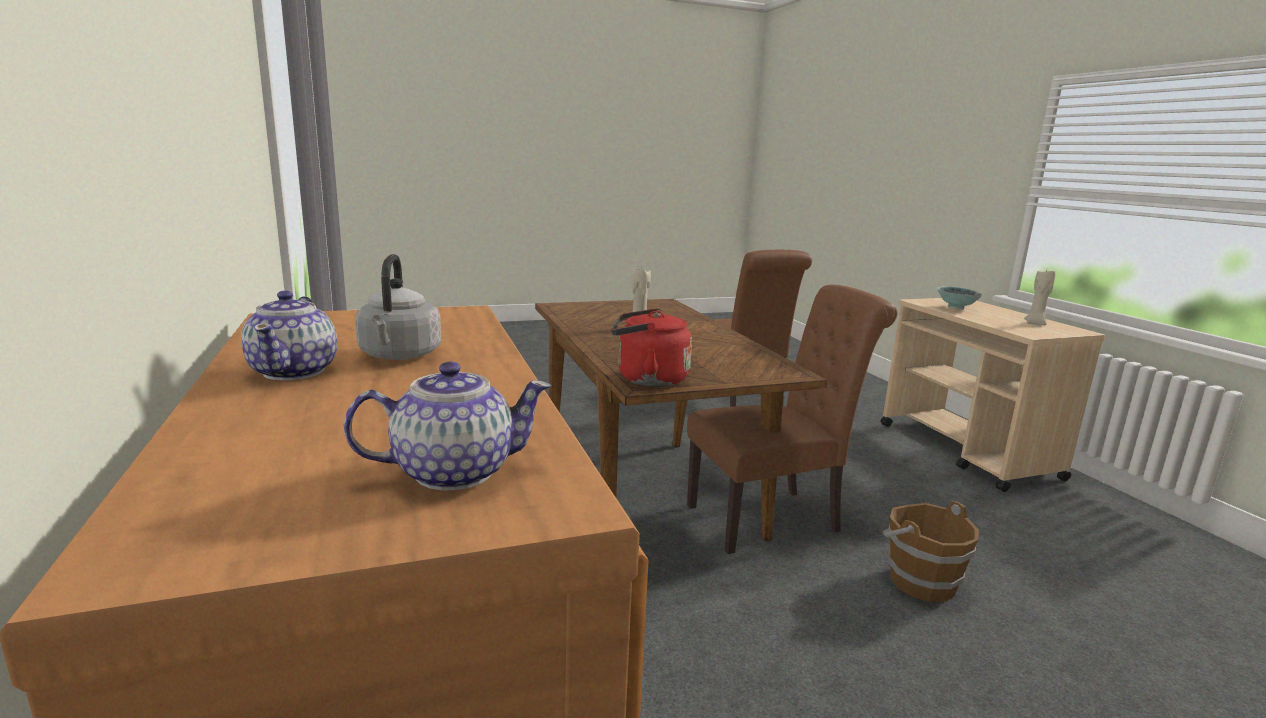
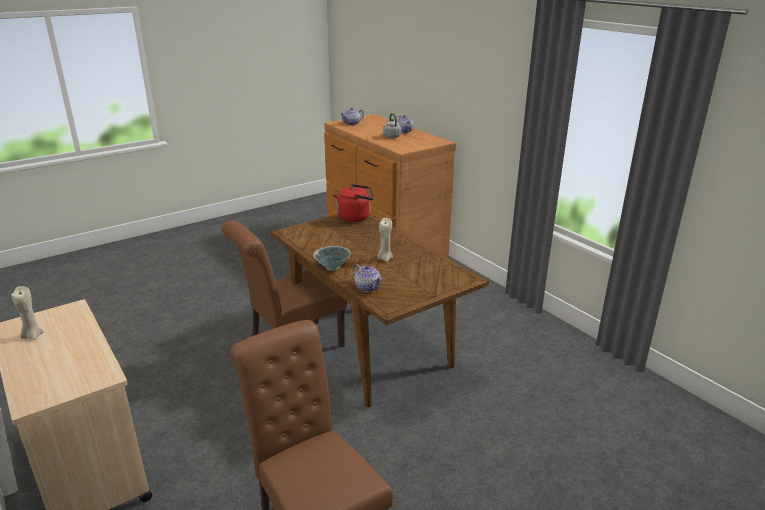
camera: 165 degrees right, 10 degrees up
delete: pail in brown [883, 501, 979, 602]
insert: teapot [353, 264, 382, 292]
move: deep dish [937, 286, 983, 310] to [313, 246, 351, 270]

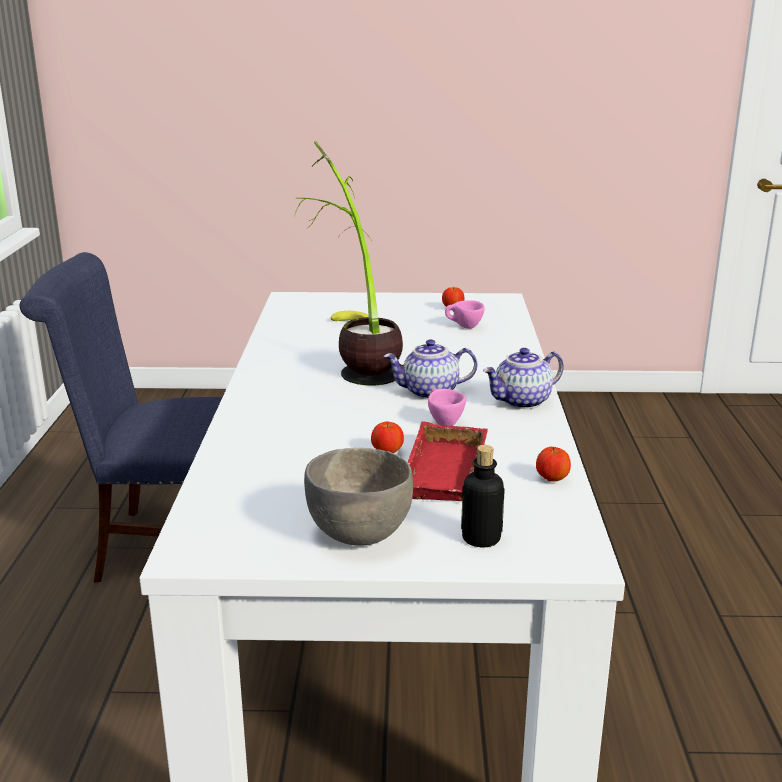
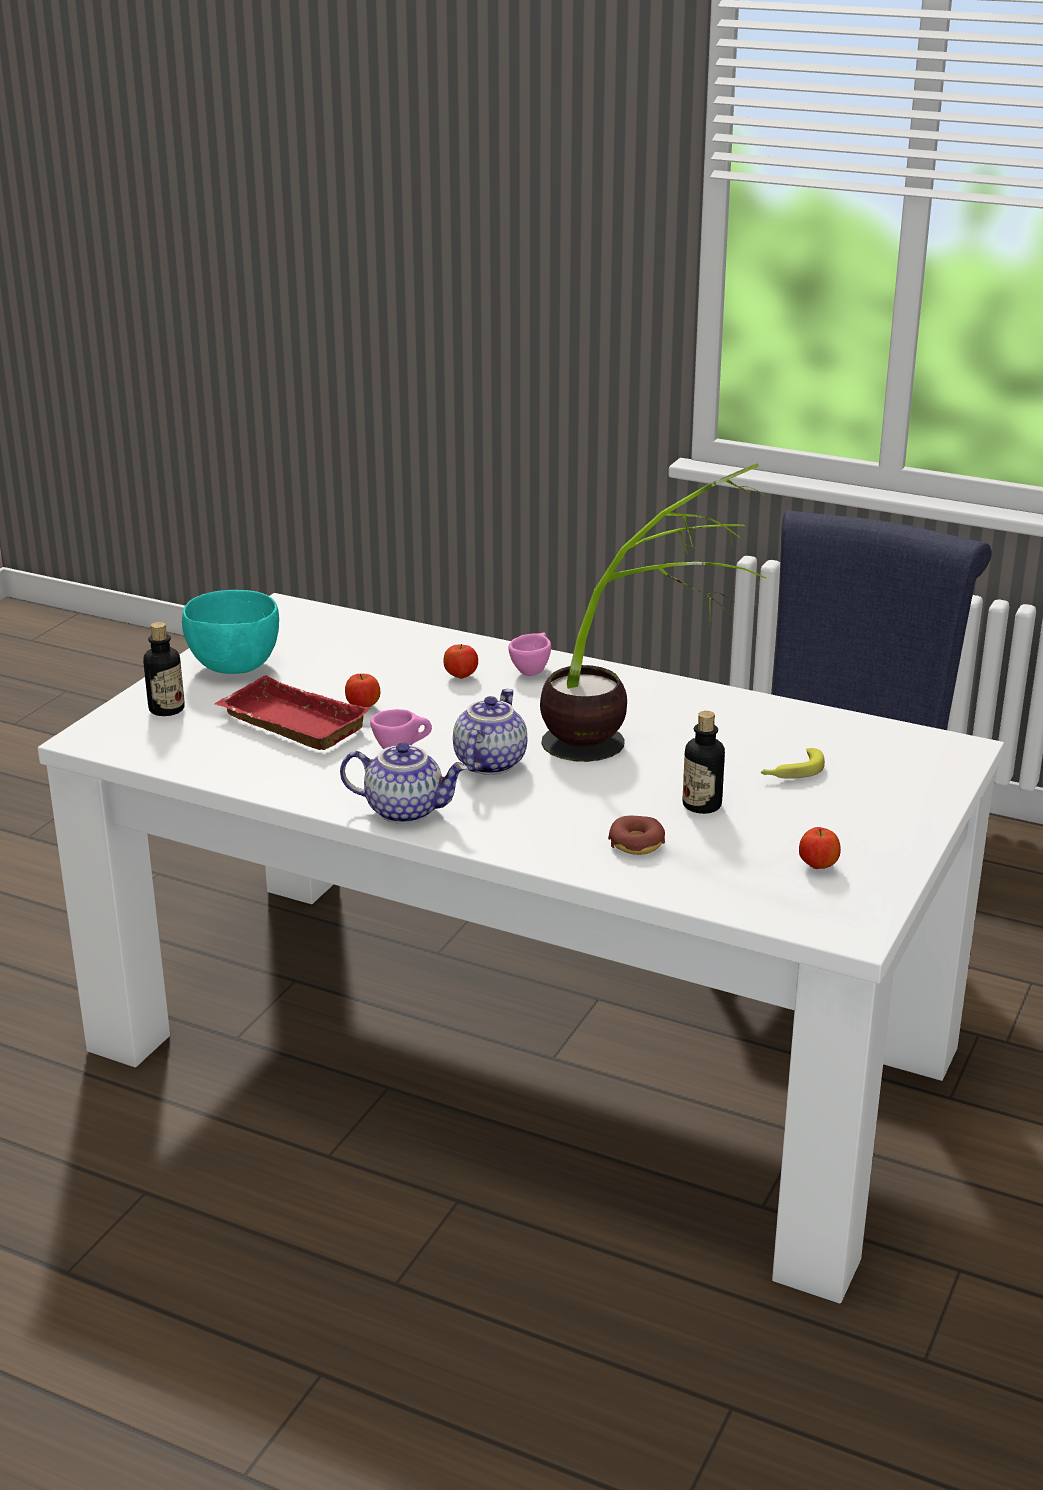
camera: 115 degrees right, 5 degrees up
insert: donut [608, 816, 665, 855]; beverage bottle [683, 711, 725, 814]
move: drinking cup in pink-coloured [445, 300, 485, 329] to [509, 633, 551, 676]; apple fruit [536, 447, 571, 482] to [443, 644, 478, 679]
recolor: deep dish in grey [304, 448, 413, 546] to deep dish in blue-green [182, 590, 279, 674]
rotate: teapot [483, 348, 564, 409] = [340, 742, 468, 824] 105 degrees clockwise

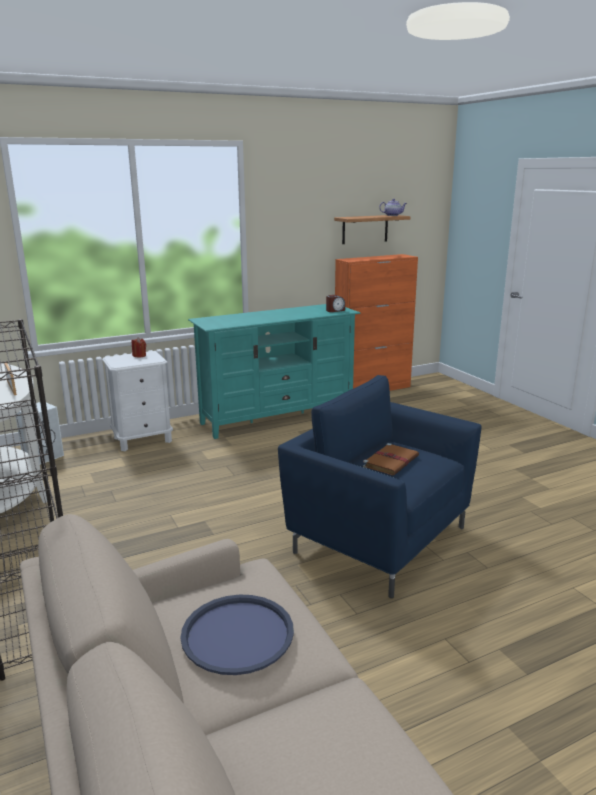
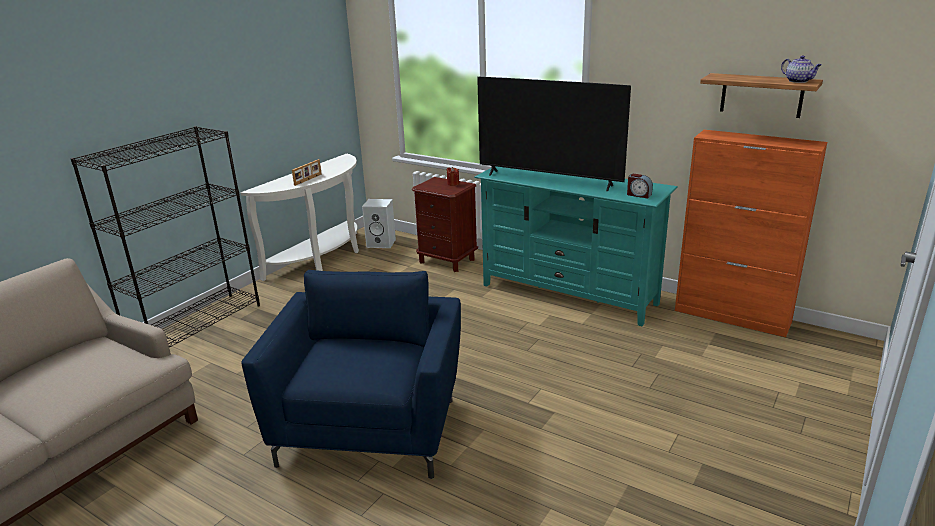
camera: 60 degrees right, 5 degrees up
delete: serving tray in blue-coloured [180, 595, 294, 675]; book in brown [363, 443, 419, 475]
insert: TV [477, 77, 631, 191]
recolor: night table in white-coloured [102, 351, 173, 451] to night table in brown [412, 177, 478, 272]

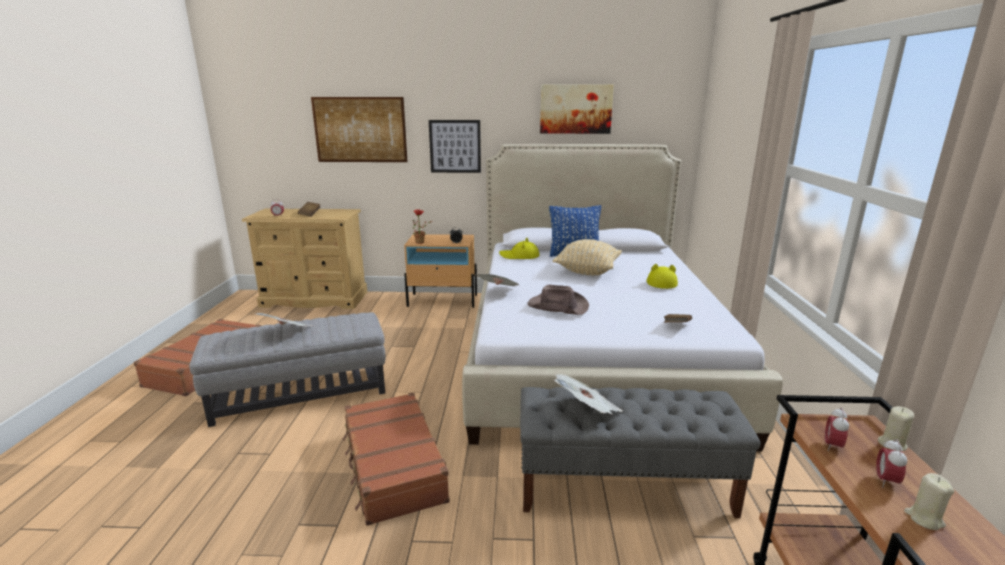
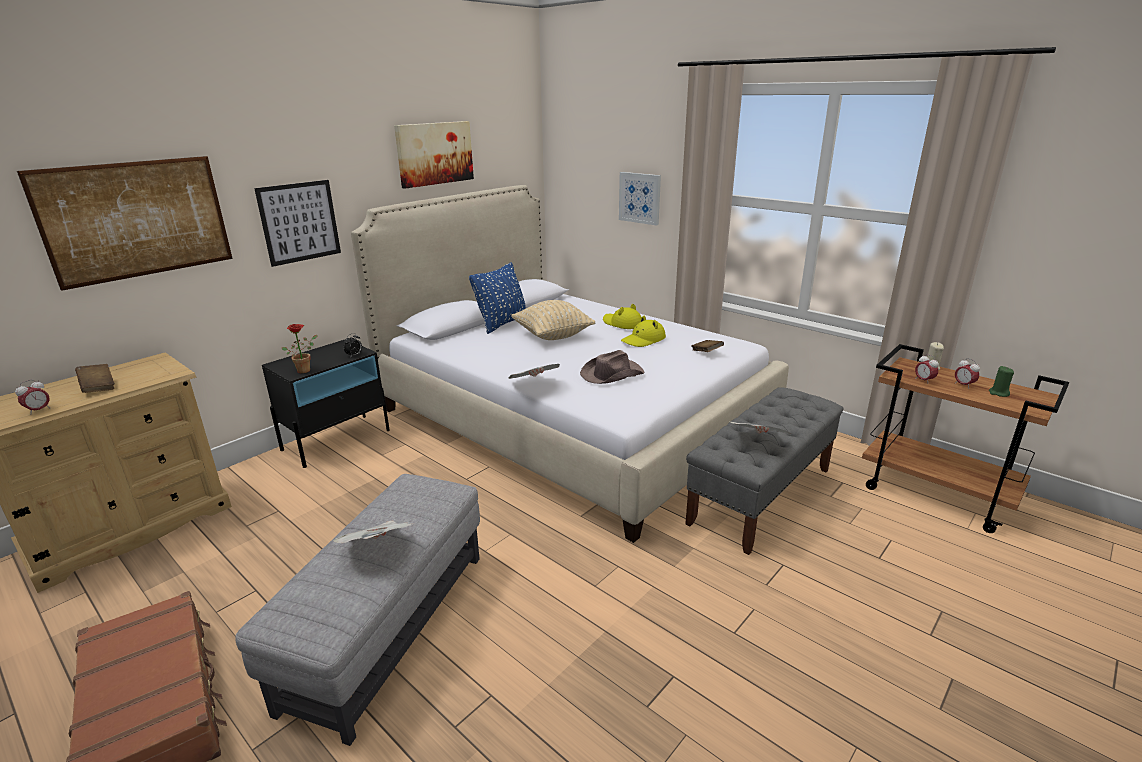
camera: 50 degrees left, 5 degrees up
delete: travel case in brown [343, 393, 450, 526]
insert: wall picture [619, 172, 661, 226]
move: clothing hat in yellowish [499, 238, 539, 259] to [621, 316, 666, 347]
recolor: night table in beige [404, 234, 477, 308] to night table in black [262, 340, 390, 468]; wax candle in beige [904, 473, 954, 530] to wax candle in green-coloured [989, 366, 1014, 397]

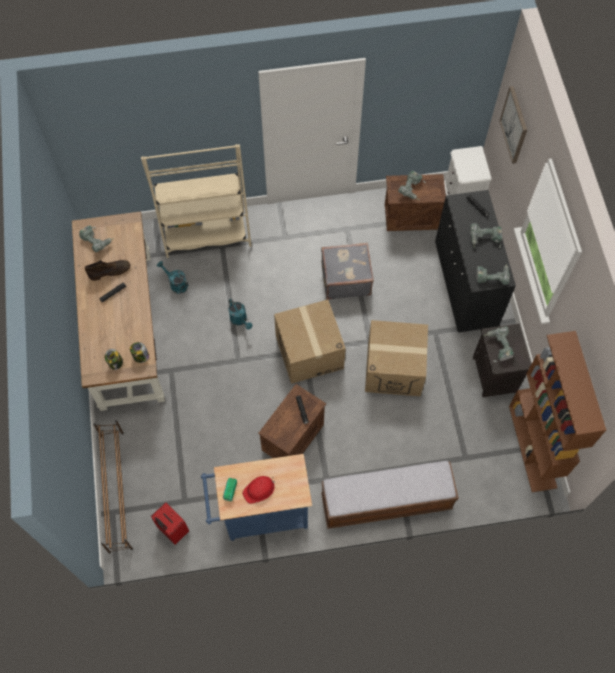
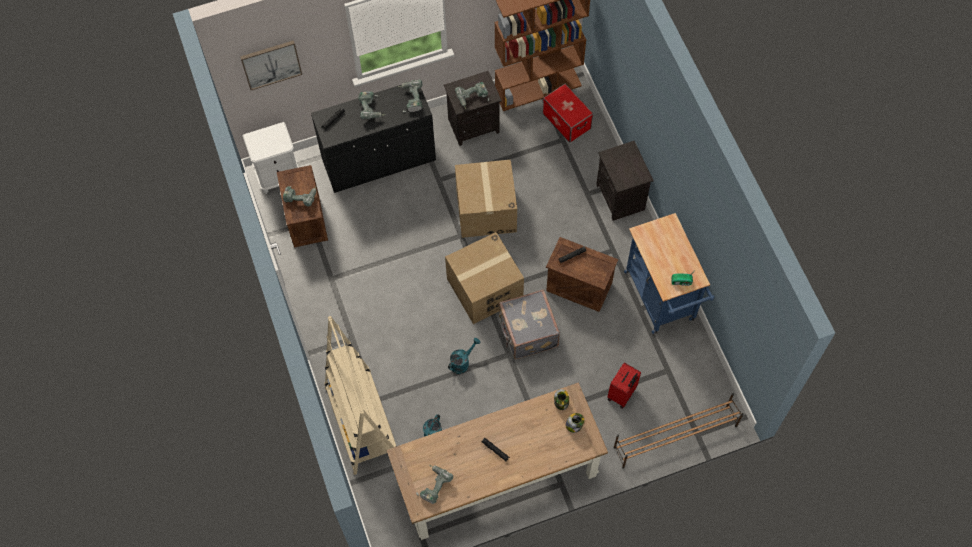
camera: 100 degrees left, 0 degrees up
delete: high-top boot in brown [84, 260, 130, 281]; work helmet in red-coloured [242, 476, 275, 504]
insert: storage bin [543, 84, 593, 143]
move: travel case in red-coloured [151, 502, 189, 545] to [608, 362, 641, 409]; travel case in grey [321, 243, 374, 300] to [499, 289, 560, 359]
replace: bench [321, 461, 459, 529] to night table in black [596, 141, 654, 221]

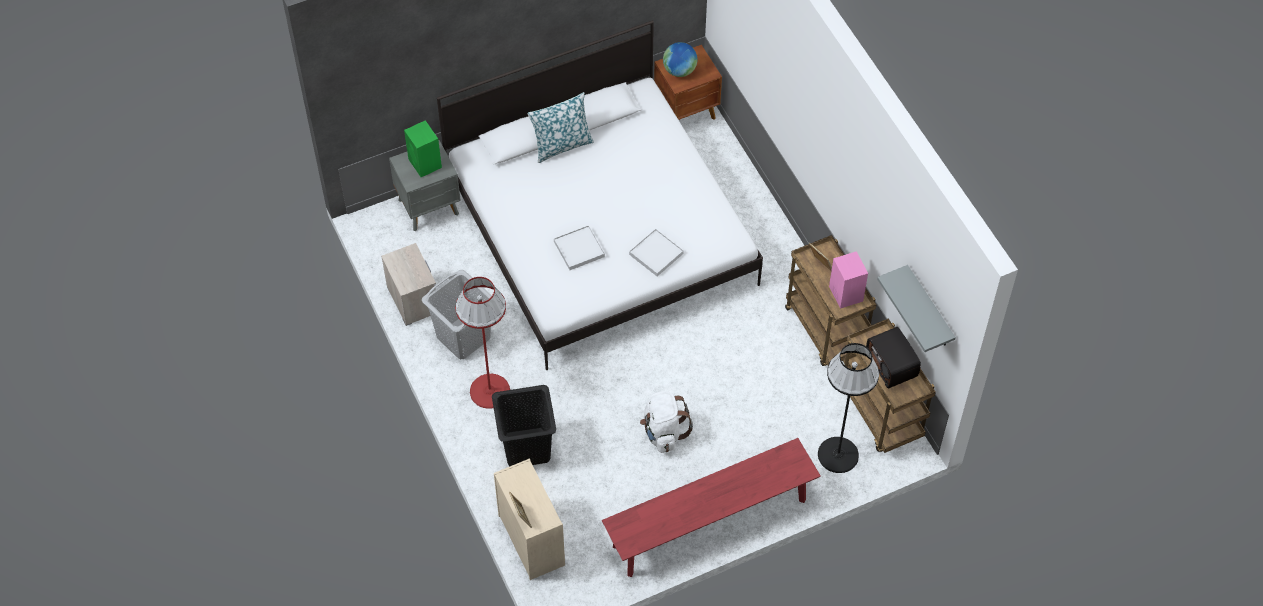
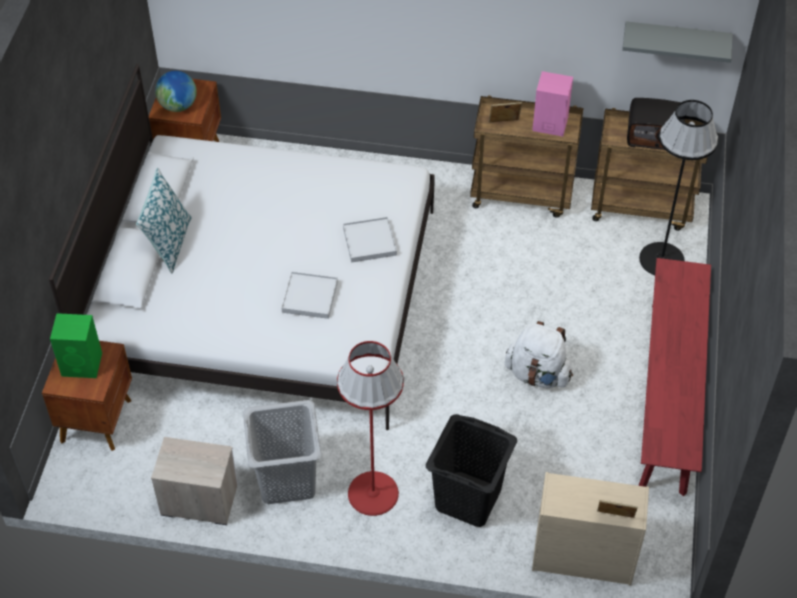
camera: 55 degrees left, 5 degrees down
recolor: night table in grey [389, 140, 461, 231] to night table in brown [42, 341, 132, 451]

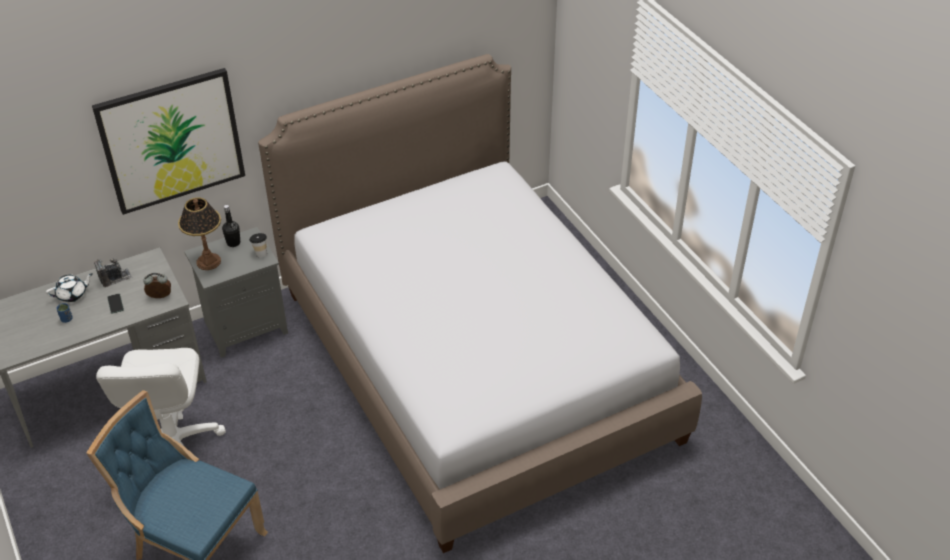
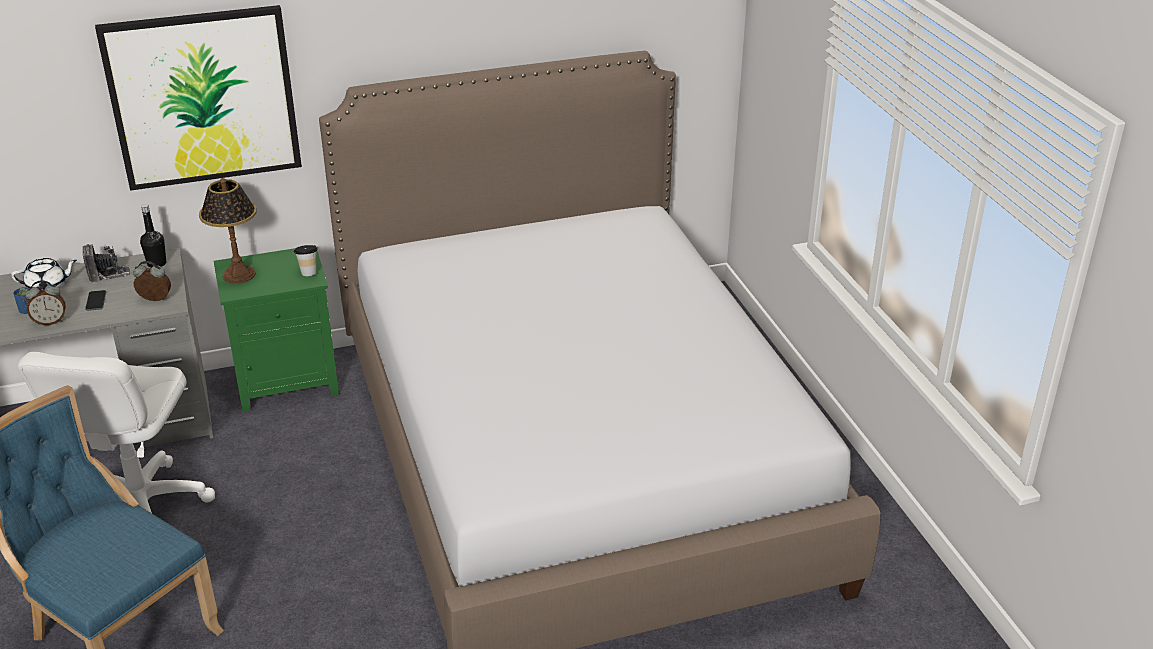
camera: 10 degrees right, 10 degrees down
insert: bedside clock [25, 280, 66, 325]
move: beverage bottle in black [222, 205, 240, 247] to [140, 204, 166, 268]
recolor: night table in grey [184, 227, 288, 358] to night table in green-coloured [214, 245, 339, 413]

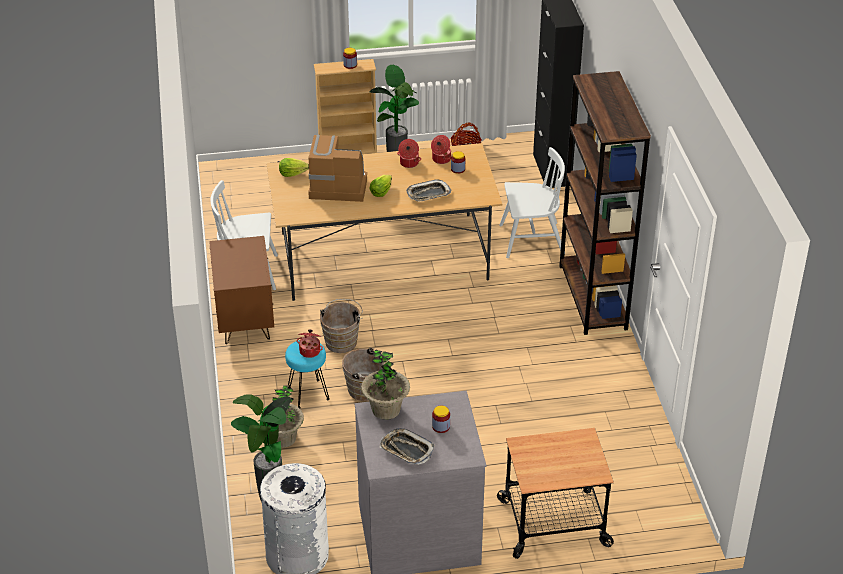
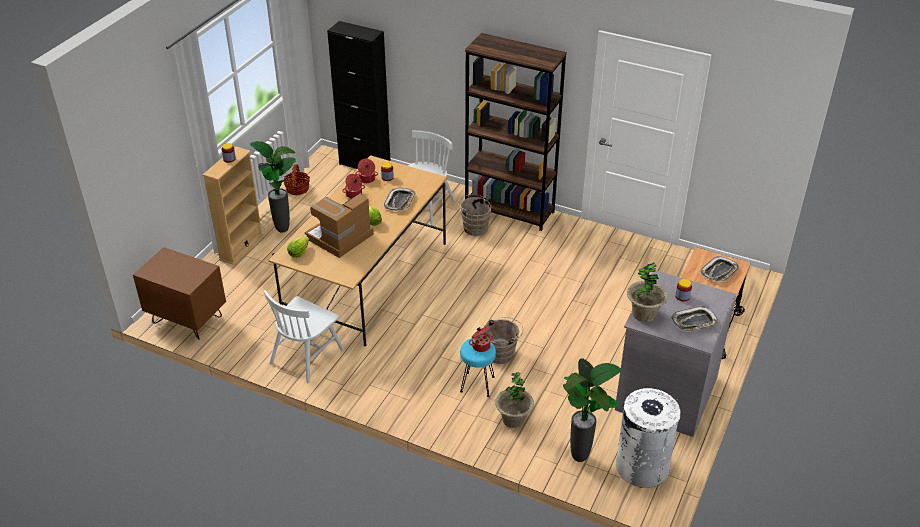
camera: 55 degrees left, 0 degrees up
insert: serving tray [701, 256, 739, 281]
move: night table in brown [209, 236, 274, 344] to [133, 247, 226, 340]; pail in brown [320, 299, 363, 353] to [458, 195, 491, 236]

